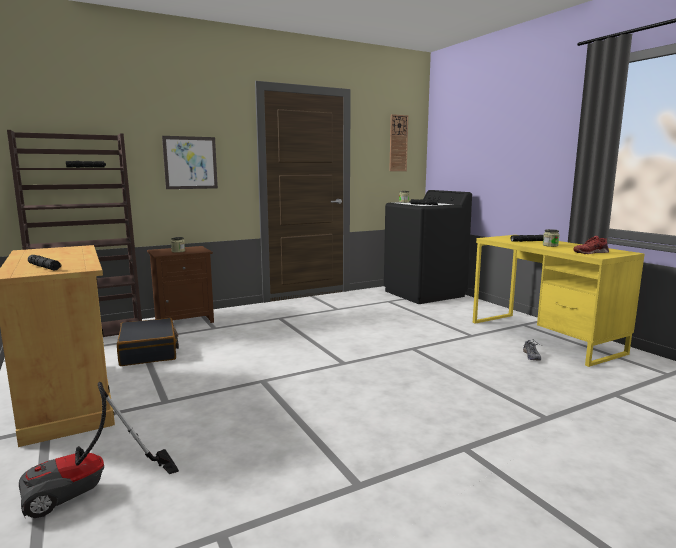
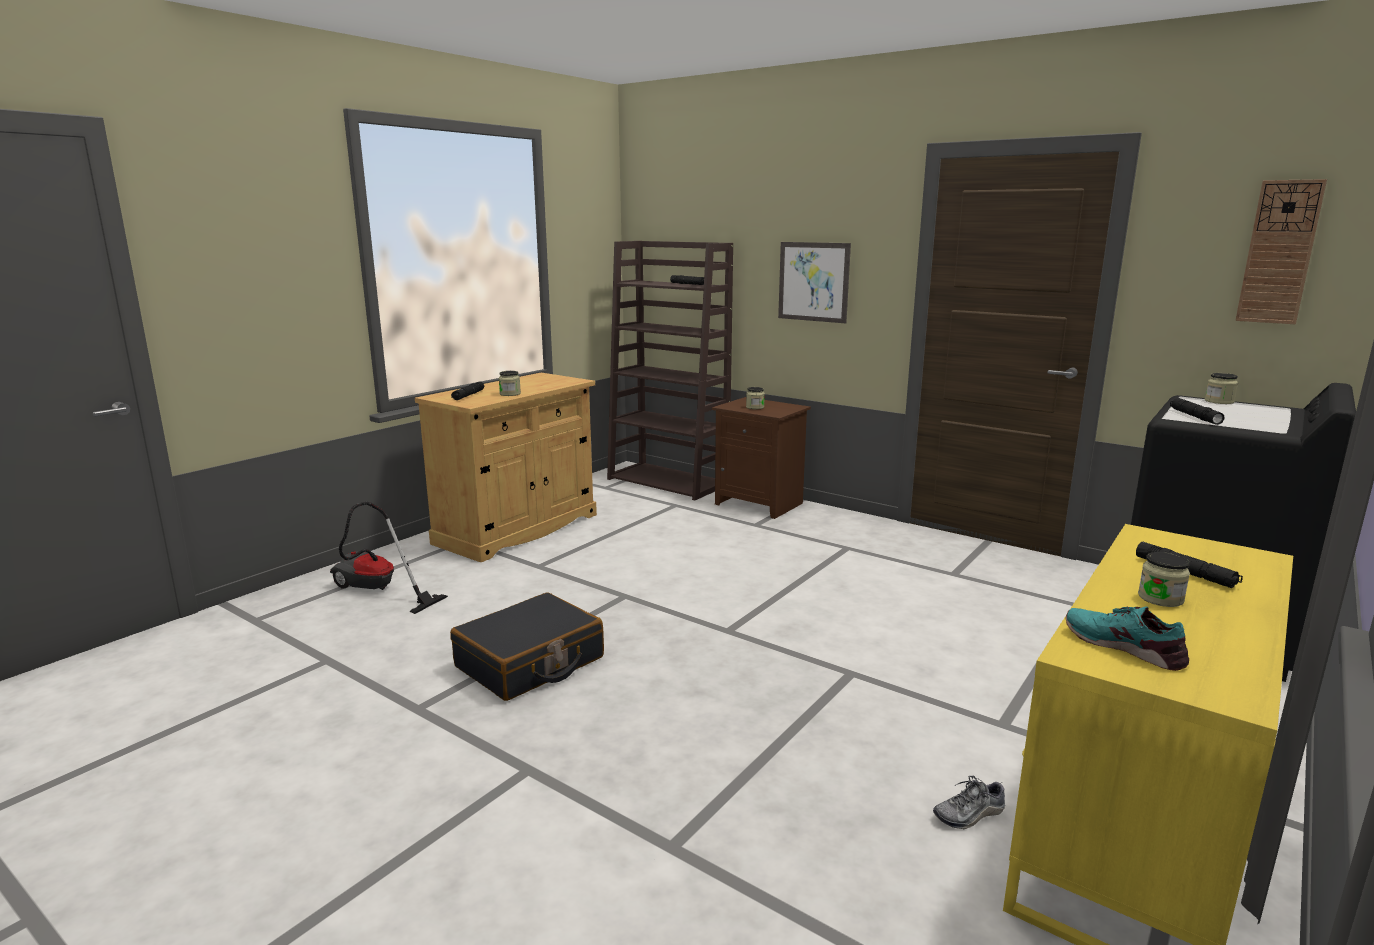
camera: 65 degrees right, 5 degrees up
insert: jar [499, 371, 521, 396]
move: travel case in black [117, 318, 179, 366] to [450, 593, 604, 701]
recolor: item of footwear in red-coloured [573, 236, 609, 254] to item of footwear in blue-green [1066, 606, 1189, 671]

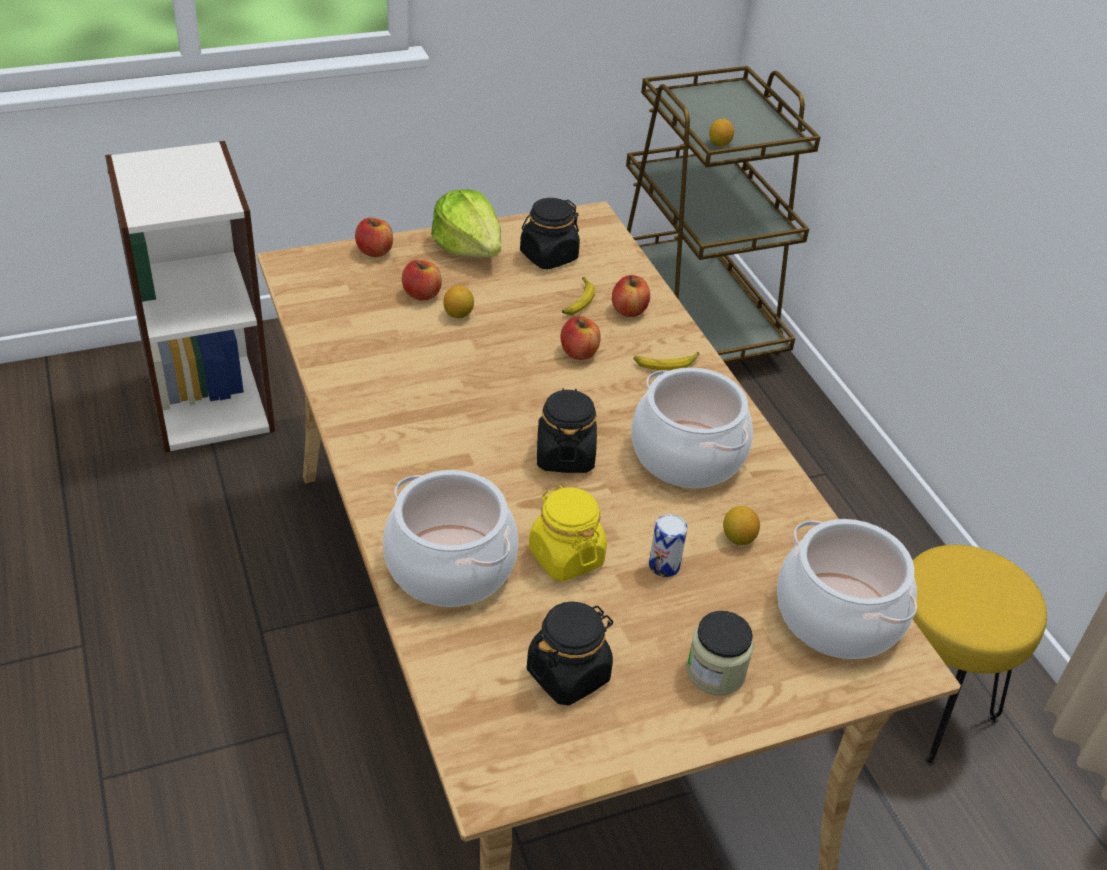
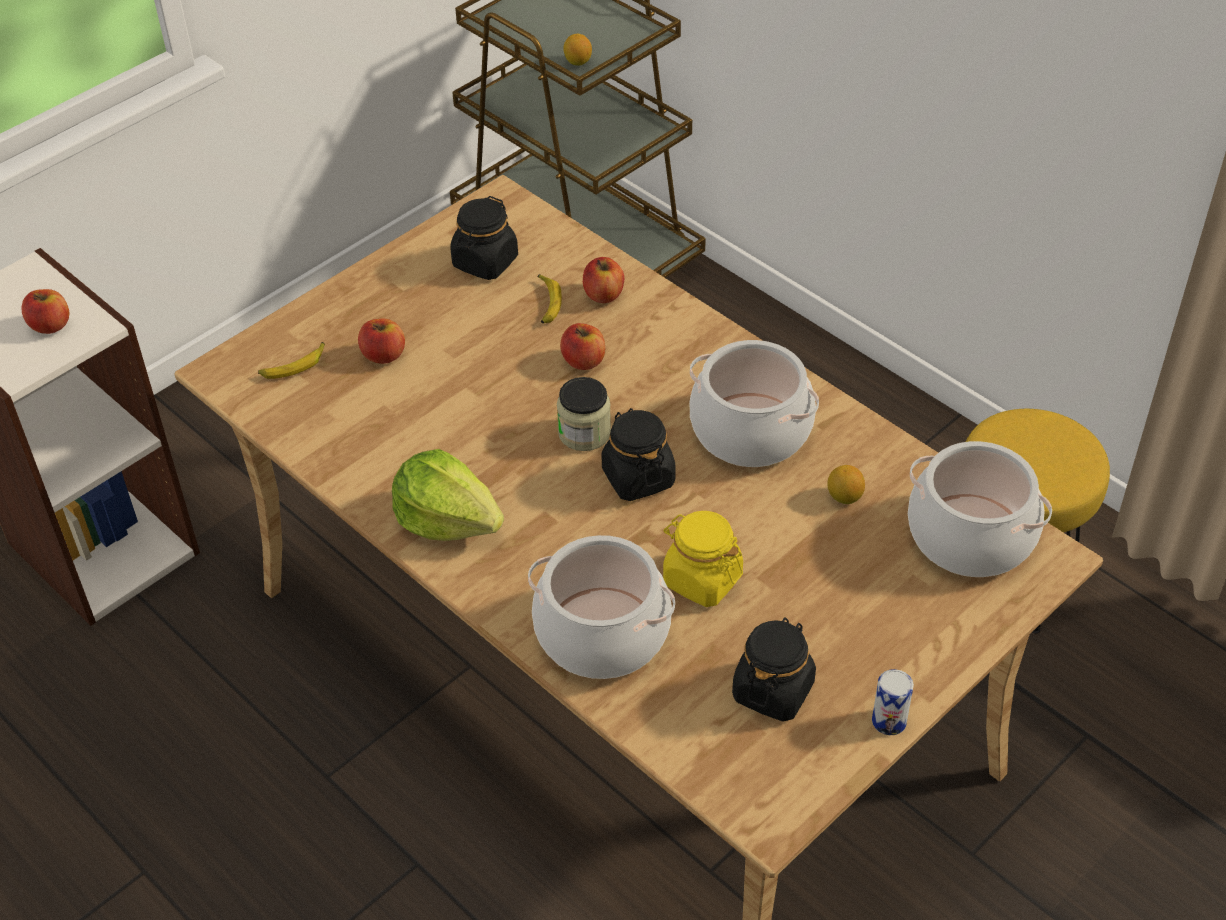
camera: 20 degrees left, 5 degrees up
delete: whole lemon [443, 286, 474, 318]
move: apple fruit [355, 218, 393, 257] to [22, 289, 69, 334]; head of lettuce [431, 189, 501, 258] to [392, 449, 504, 541]; banana fruit [634, 352, 699, 370] to [258, 342, 325, 379]; metal can [649, 514, 687, 577] to [872, 669, 914, 735]; jar [686, 611, 754, 695] to [557, 377, 611, 451]

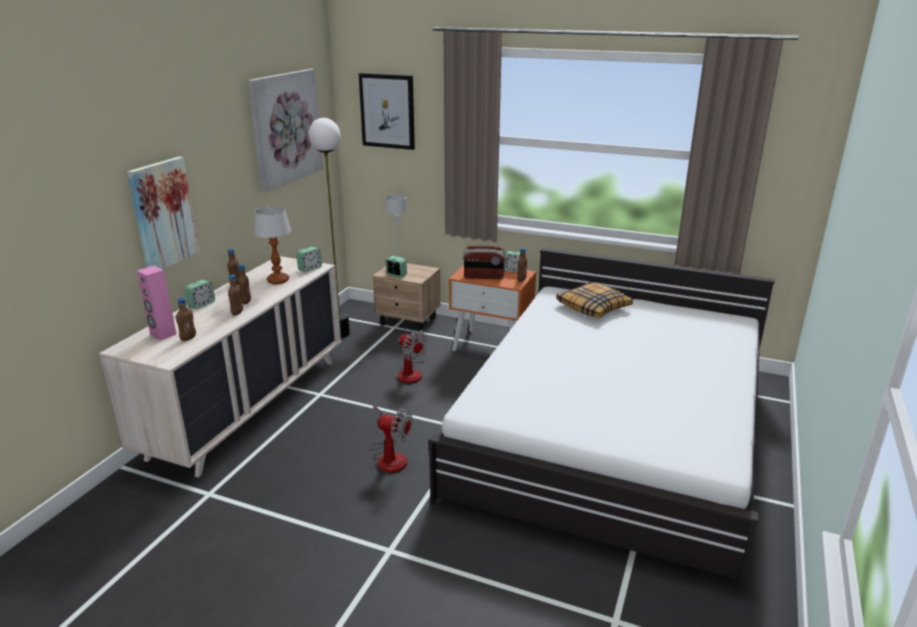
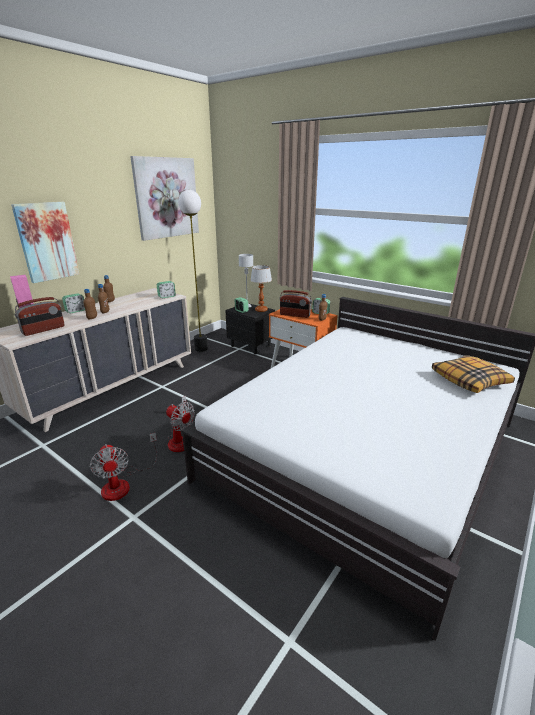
camera: 15 degrees right, 0 degrees up
delete: wall picture [359, 73, 415, 150]
move: tabletop lamp [254, 206, 291, 284] to [250, 265, 272, 312]; electric fan [398, 329, 428, 384] to [90, 433, 157, 501]; cushion [556, 282, 633, 318] to [432, 355, 515, 393]
replace: beverage bottle in brown [176, 298, 196, 341] to radio set [15, 297, 65, 336]
recolor: night table in beige [373, 263, 441, 331] to night table in black [225, 303, 275, 354]

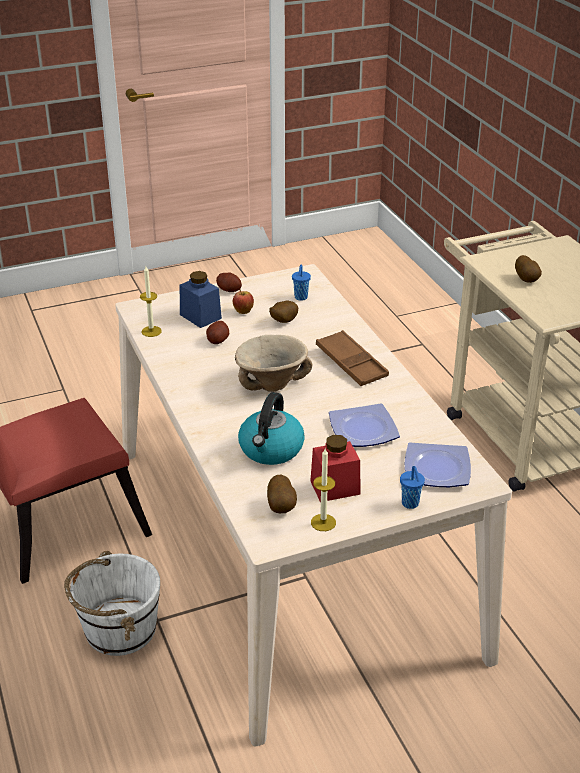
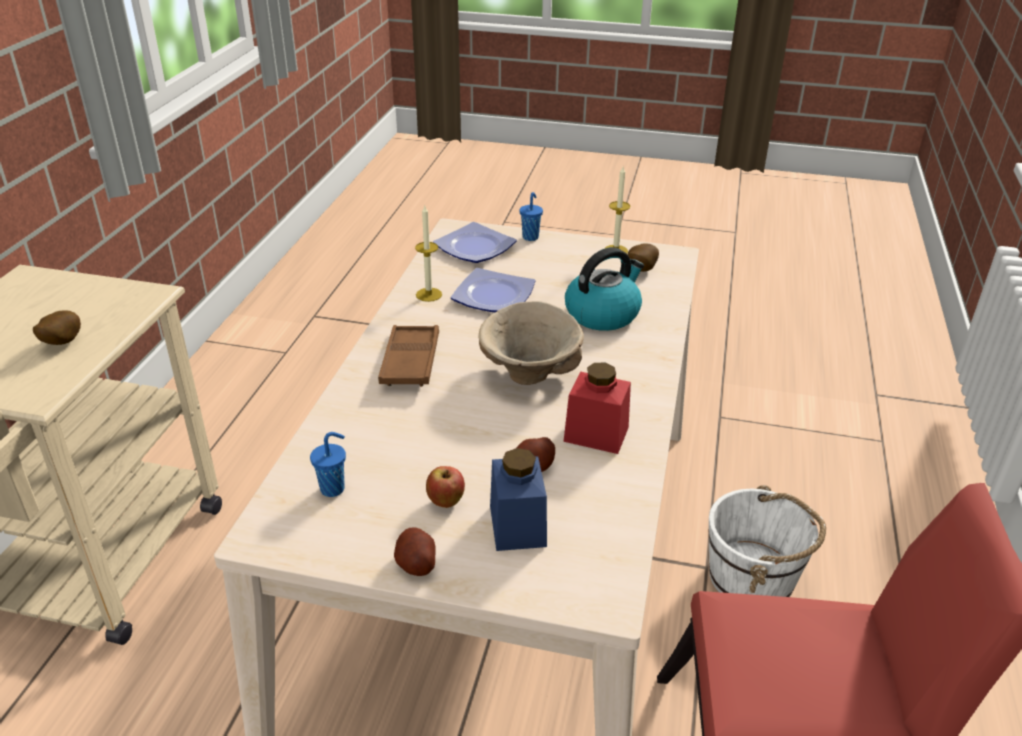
camera: 145 degrees left, 0 degrees up
delete: potato [269, 301, 298, 323]
move: wax candle [140, 266, 162, 337] to [415, 204, 442, 302]; jar in red-coloured [310, 435, 361, 502] to [564, 363, 631, 454]

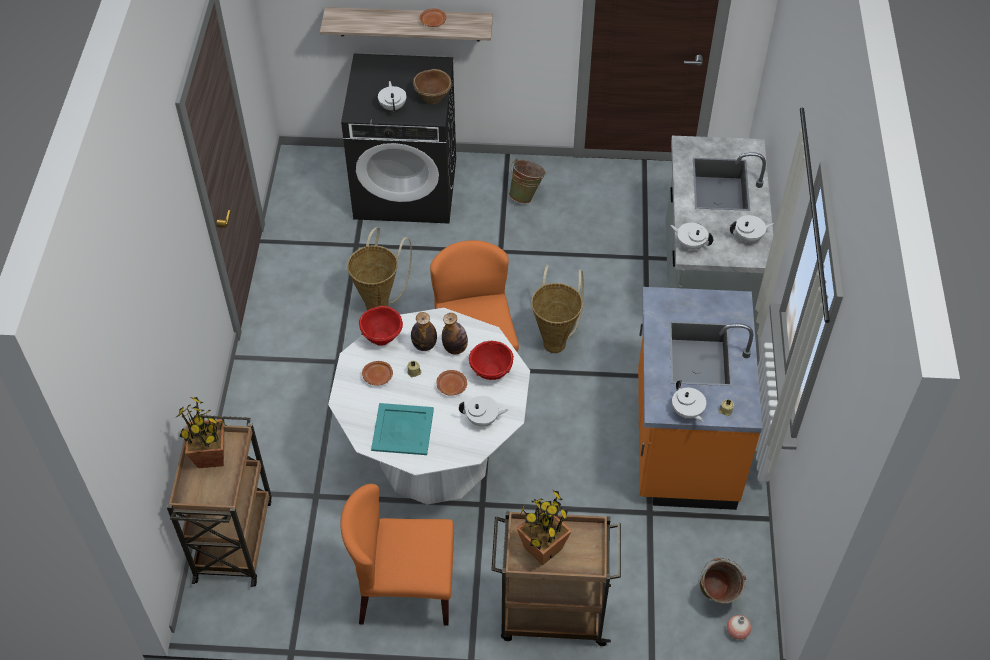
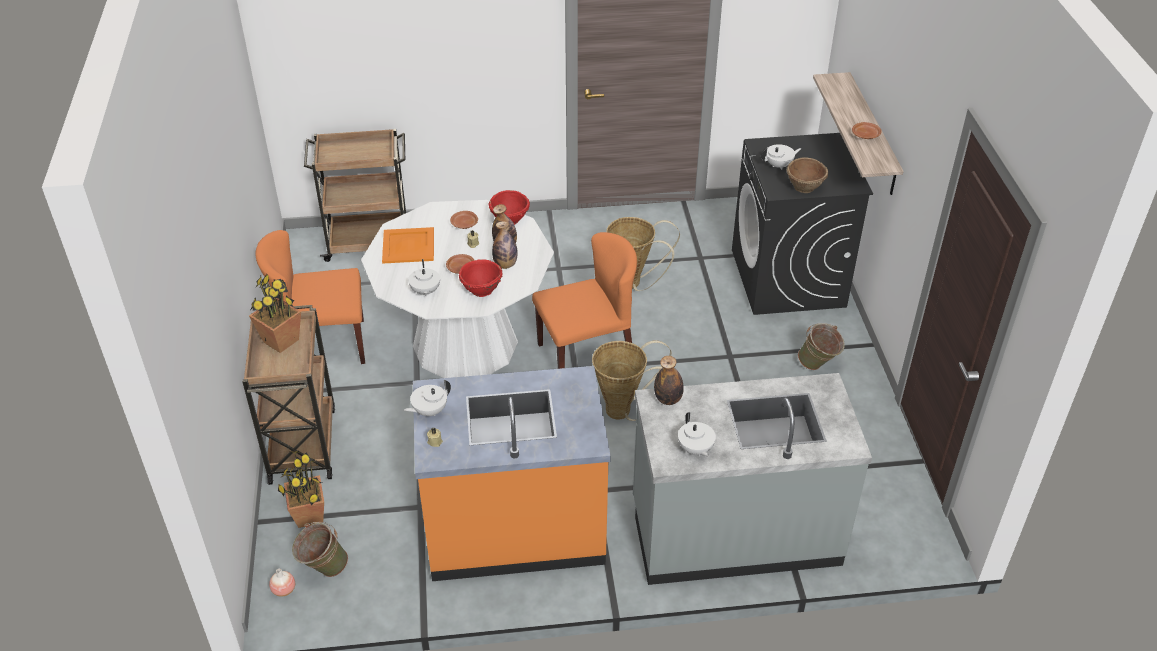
camera: 80 degrees right, 10 degrees down
move: houseplant [176, 397, 228, 468] to [278, 451, 324, 528]
replace: teapot in white-coloured [670, 223, 713, 250] to beverage bottle [654, 356, 684, 405]
recolor: serving tray in blue-green [371, 403, 434, 455] to serving tray in orange-coloured [382, 227, 434, 264]
rotate: chair in orange-coloured [340, 484, 454, 626] = [255, 230, 365, 364] 90 degrees counterclockwise

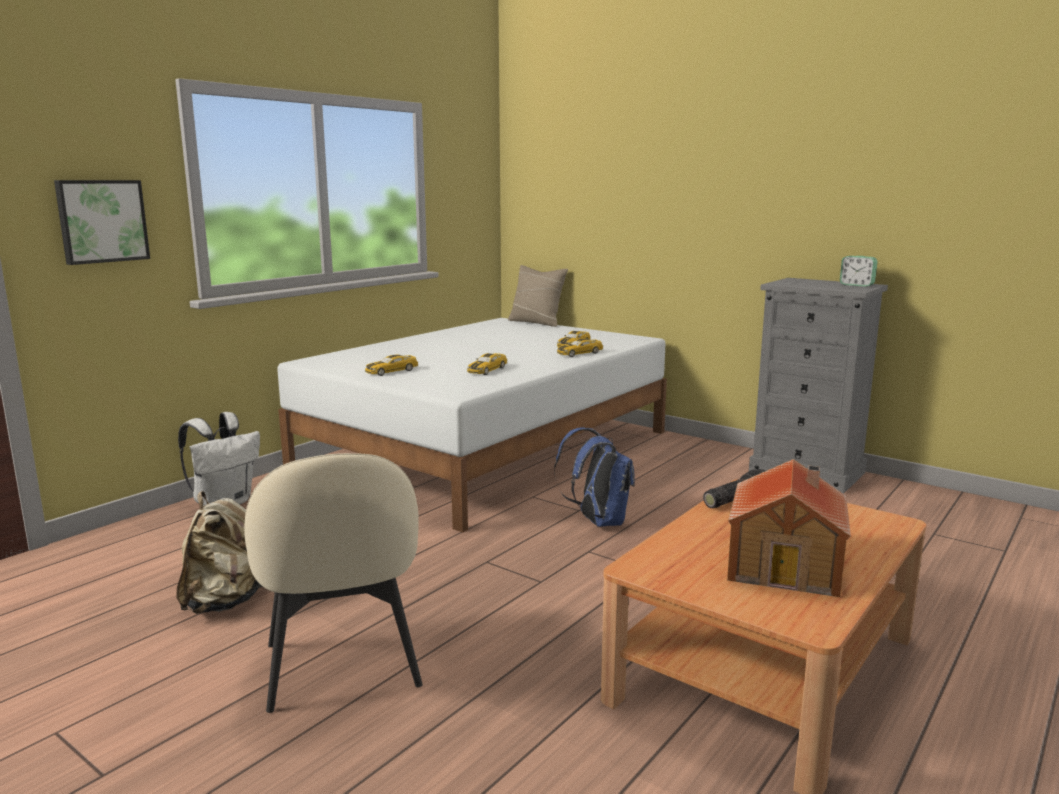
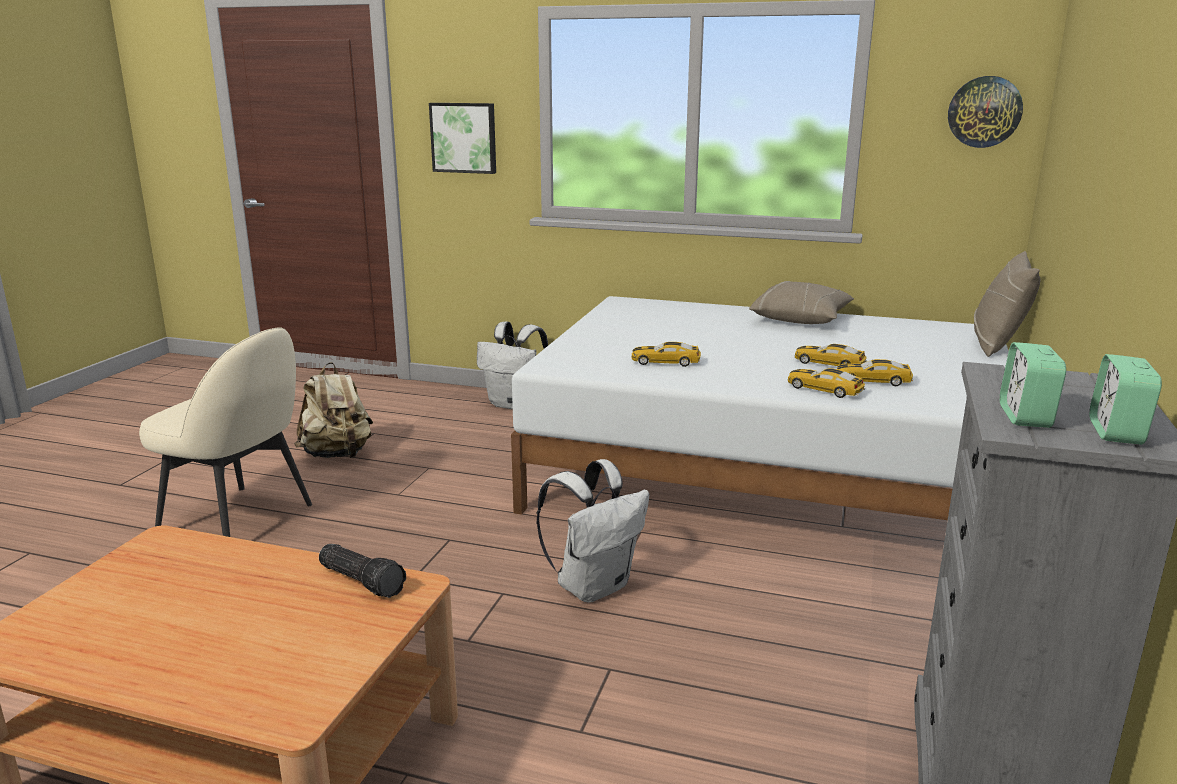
camera: 70 degrees right, 5 degrees up
delete: miniature house [727, 459, 851, 597]
insert: cushion in beige [749, 281, 854, 324]; wall clock [948, 76, 1023, 148]; bedside clock [1000, 342, 1066, 428]
move: model car [365, 355, 418, 376] to [795, 344, 867, 366]
recolor: knapsack in blue-coloured [554, 427, 635, 527] to knapsack in white-coloured [536, 459, 650, 603]
rotate: chair in beige [244, 453, 423, 713] = [139, 327, 312, 537] 120 degrees counterclockwise

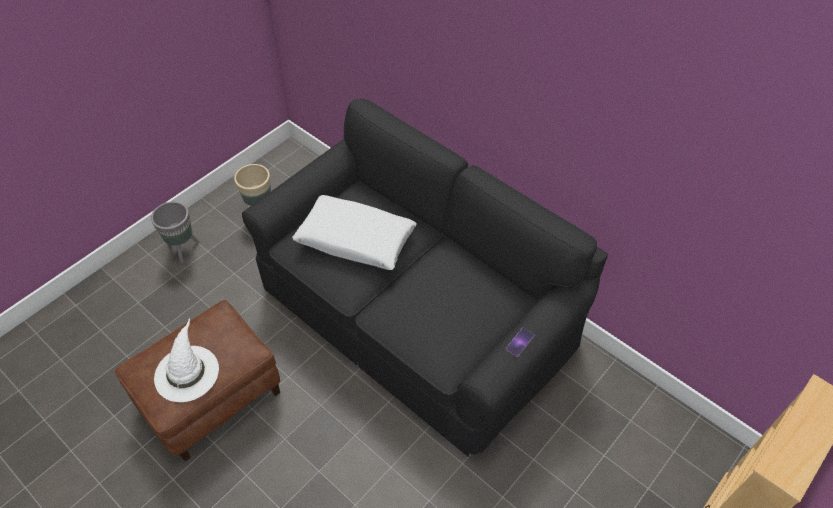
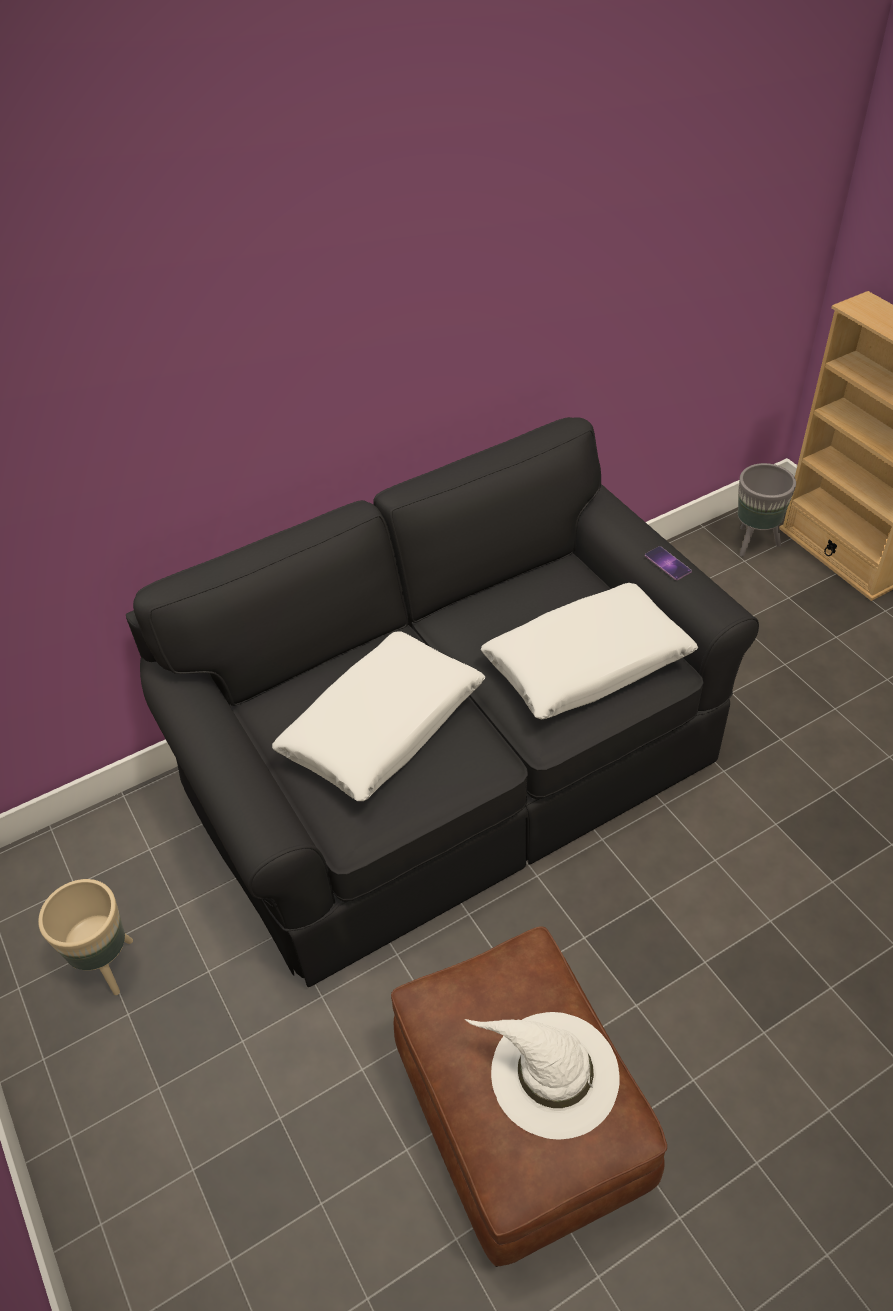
camera: 70 degrees left, 5 degrees down
insert: cushion in white-coloured [481, 583, 698, 719]
move: plant pot in grey [151, 201, 199, 263] to [738, 463, 796, 557]

